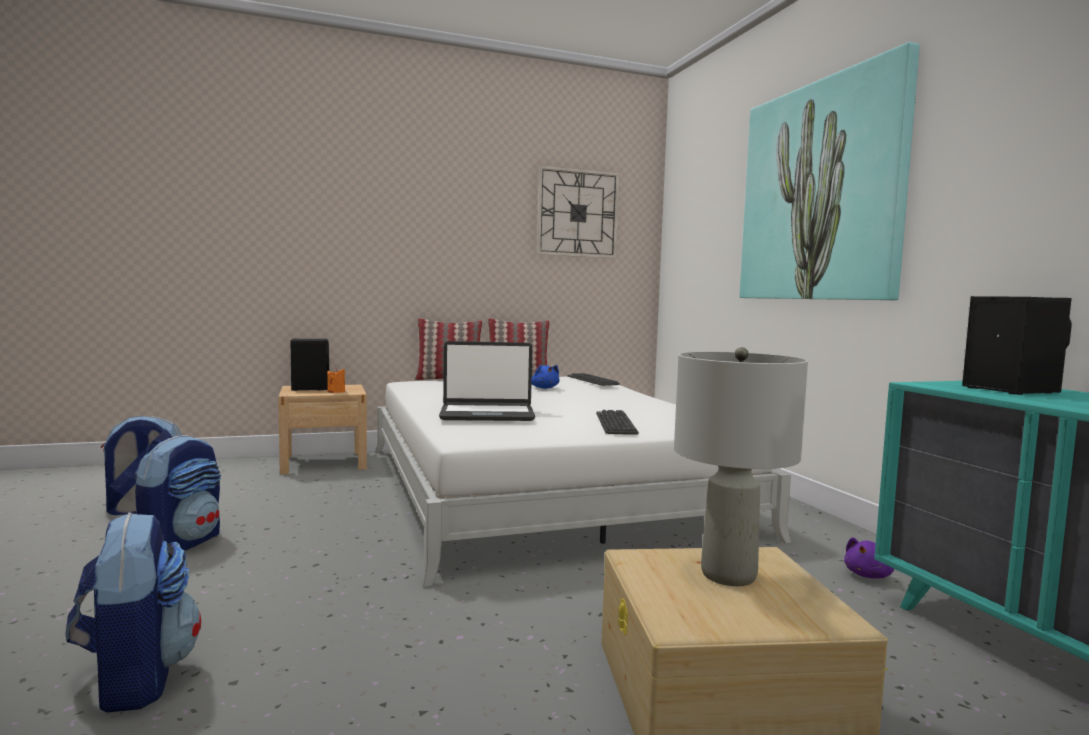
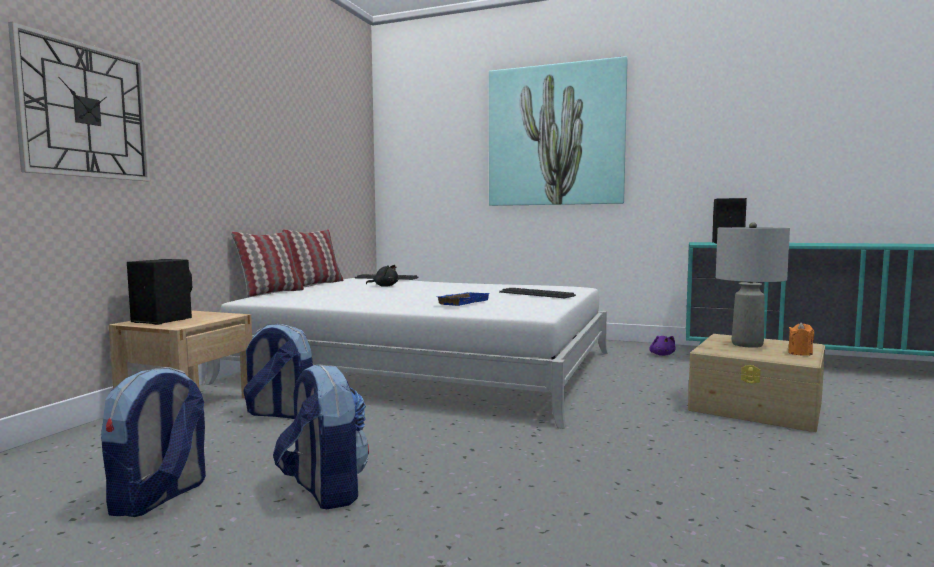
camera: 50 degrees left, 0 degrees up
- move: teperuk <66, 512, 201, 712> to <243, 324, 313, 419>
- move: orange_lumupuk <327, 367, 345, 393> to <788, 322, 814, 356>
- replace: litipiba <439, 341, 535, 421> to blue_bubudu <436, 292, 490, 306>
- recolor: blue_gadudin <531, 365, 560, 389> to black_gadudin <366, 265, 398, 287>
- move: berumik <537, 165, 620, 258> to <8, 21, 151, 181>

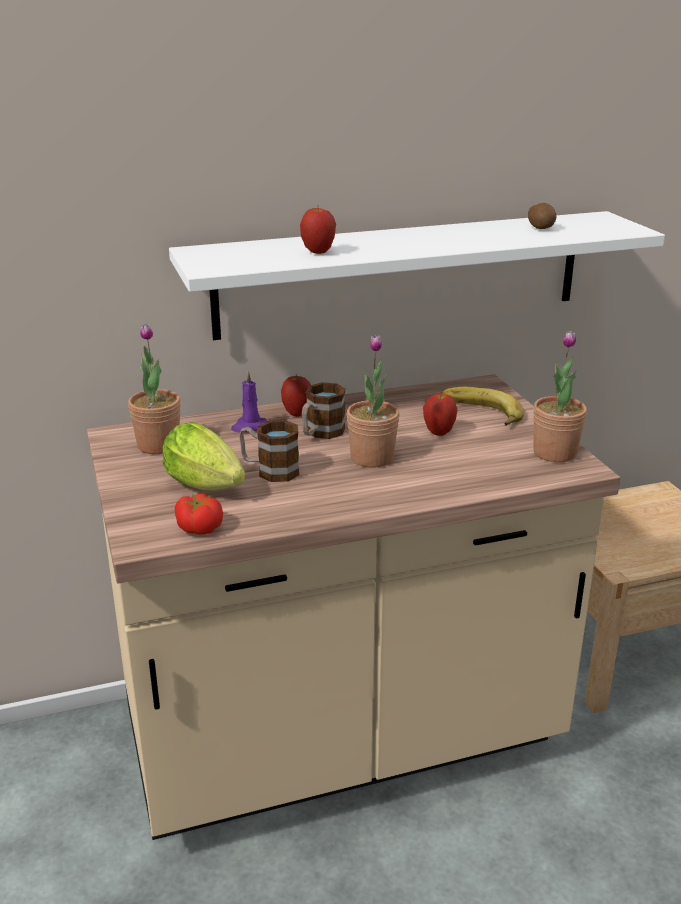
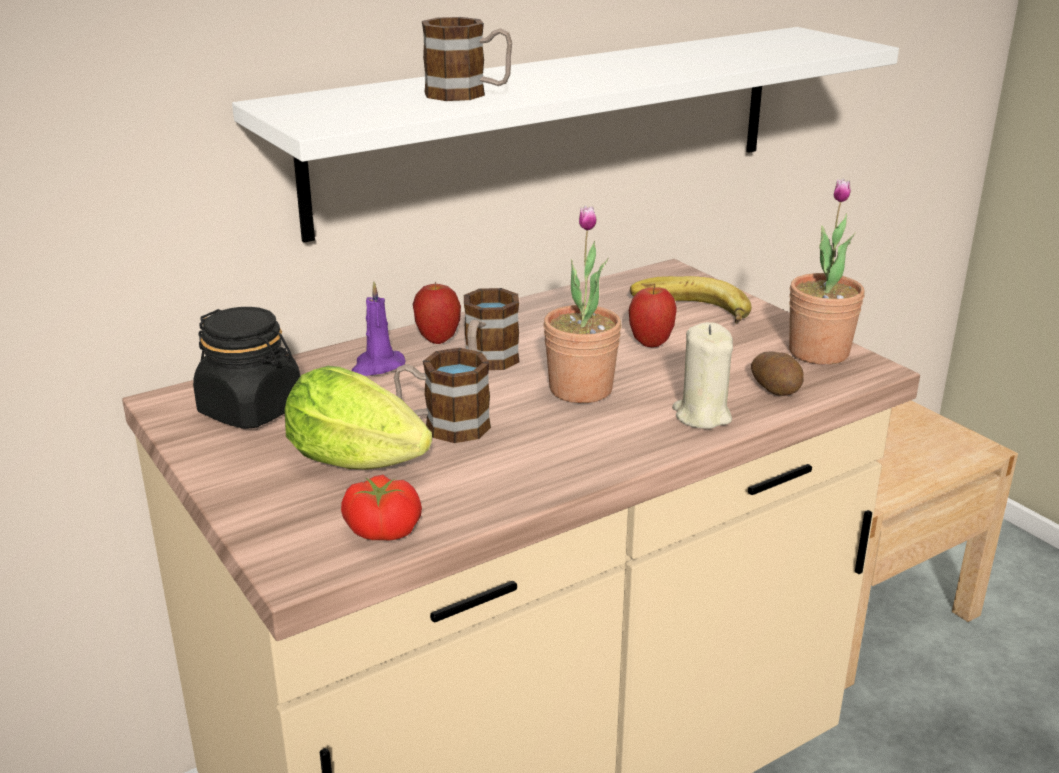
camera: 15 degrees left, 0 degrees up
- replace: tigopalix <128, 323, 180, 454> to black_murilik <193, 307, 300, 429>
- replace: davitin <300, 208, 336, 254> to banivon <422, 17, 512, 101>
- move: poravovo <528, 203, 557, 229> to <751, 352, 804, 396>
- insert: beige_lumupuk <672, 322, 733, 429>

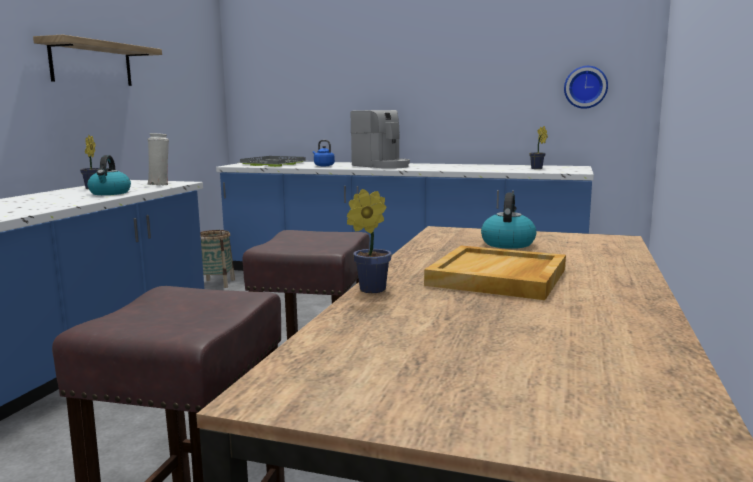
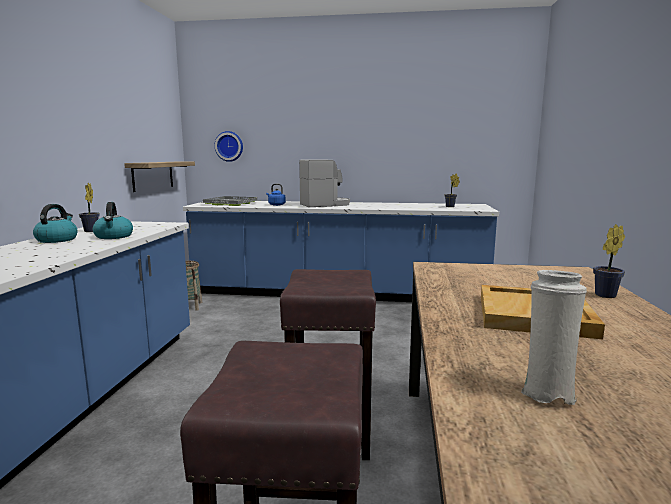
camera: 10 degrees left, 0 degrees up
- move: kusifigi <33, 35, 162, 86> to <124, 162, 195, 192>
- move: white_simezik <147, 133, 169, 186> to <521, 270, 587, 405>
- move: tigopalix <347, 189, 392, 293> to <593, 224, 625, 298>
- rotate: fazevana <351, 110, 410, 169> = <299, 160, 350, 207> 60 degrees counterclockwise
- move: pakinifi <481, 193, 537, 249> to <33, 204, 78, 243>
- move: berumik <564, 66, 608, 109> to <214, 131, 243, 162>

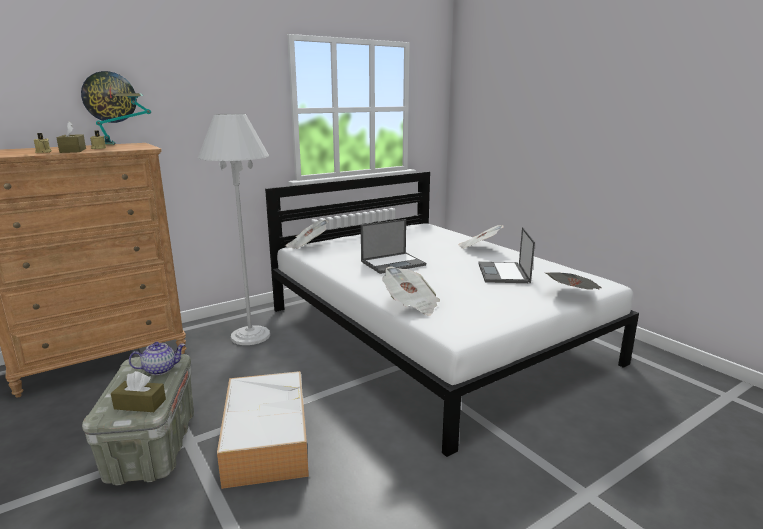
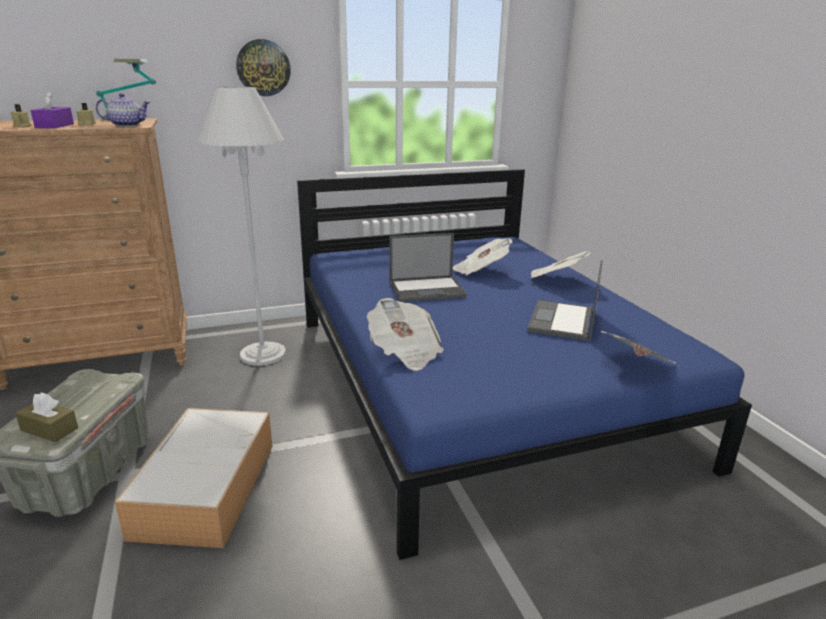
camera: 15 degrees right, 5 degrees up
- recolor: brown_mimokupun <57, 121, 86, 153> to purple_mimokupun <31, 91, 74, 128>
- move: berumik <81, 71, 137, 123> to <236, 39, 291, 96>
- move: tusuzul <129, 342, 185, 375> to <96, 93, 150, 127>
- recolor: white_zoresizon <265, 171, 639, 457> to blue_zoresizon <297, 169, 752, 560>
- move: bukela <286, 220, 329, 249> to <453, 238, 513, 275>

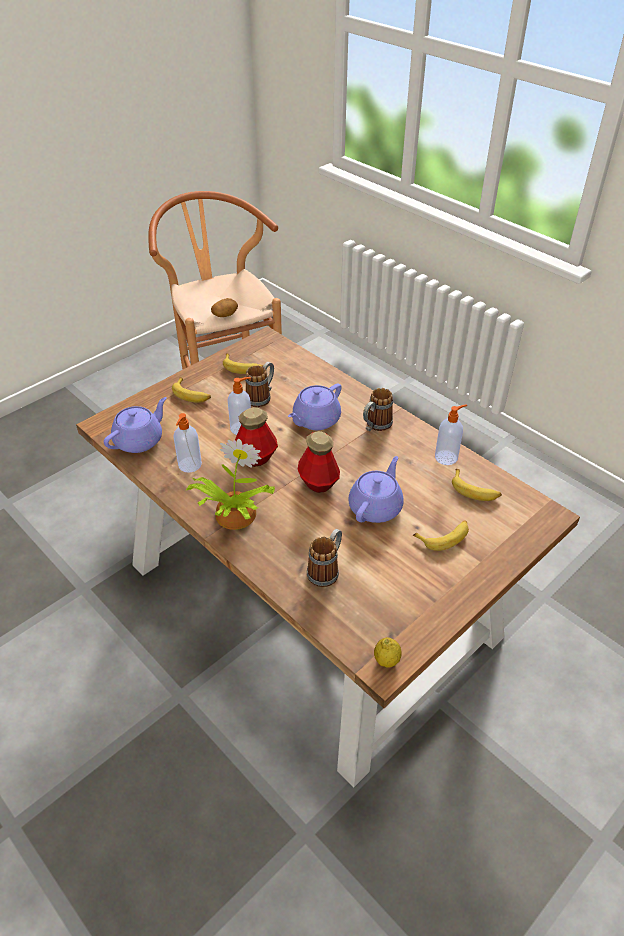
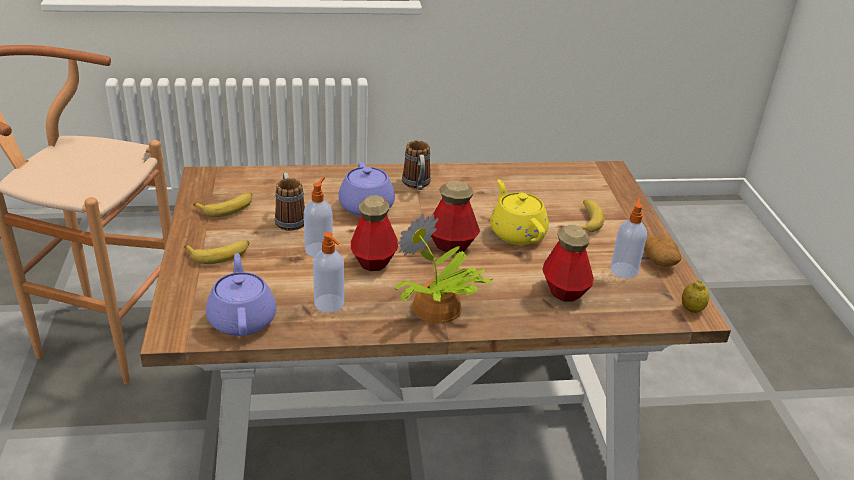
camera: 55 degrees left, 10 degrees down
- move: poravovo <211, 298, 238, 317> to <644, 236, 681, 267>
- replace: banivon <307, 529, 342, 587> to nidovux <542, 225, 594, 302>
- recolor: purple_tusuzul <348, 456, 404, 523> to yellow_tusuzul <490, 179, 549, 245>
- move: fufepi <435, 404, 467, 465> to <610, 197, 647, 278>
- delete: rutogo <452, 469, 502, 501>

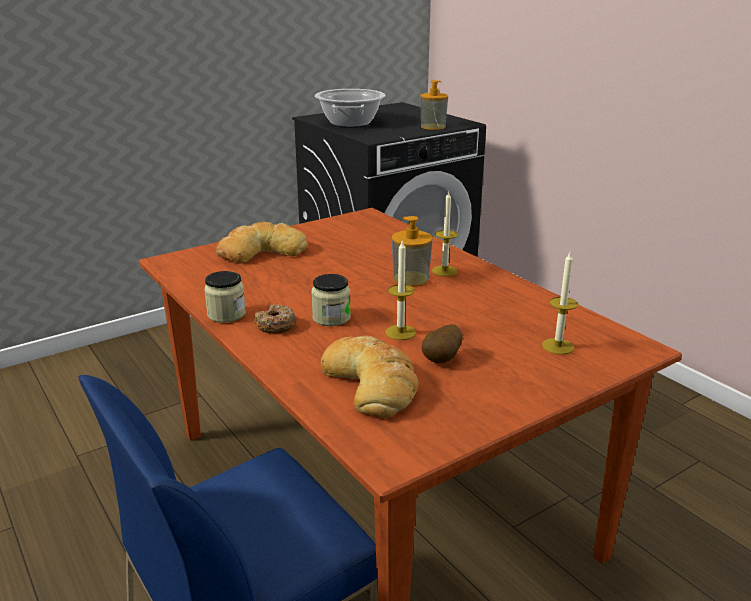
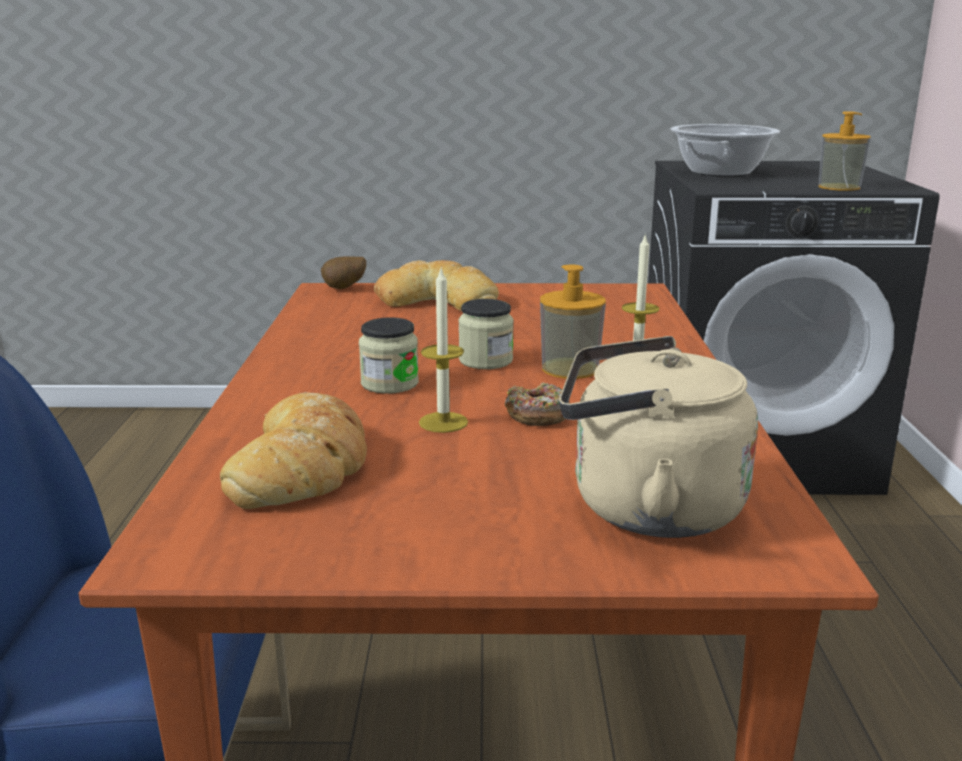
camera: 35 degrees right, 5 degrees down
- move: murilik <204, 271, 246, 323> to <458, 299, 514, 369>
- move: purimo <254, 305, 297, 334> to <505, 383, 569, 426>
- move: poravovo <422, 324, 463, 363> to <321, 257, 366, 289>
- replace: lumupuk <542, 252, 578, 355> to beige_pakinifi <559, 336, 758, 538>

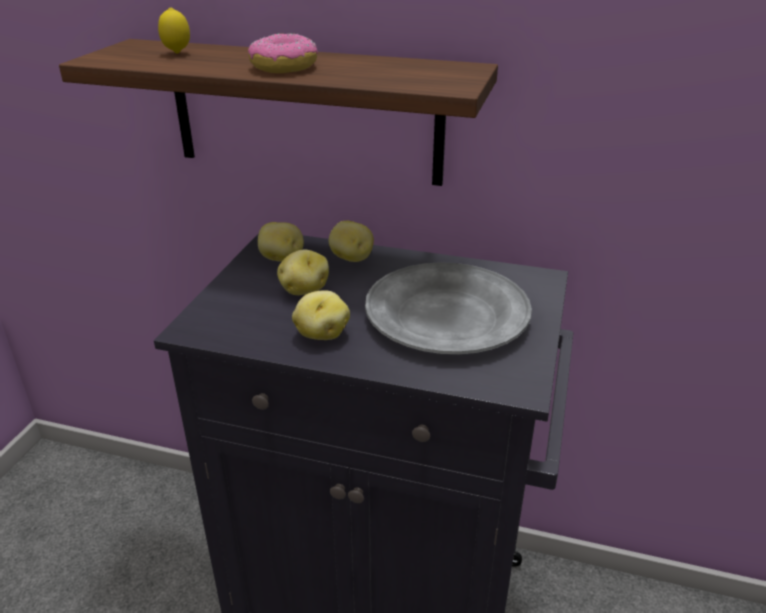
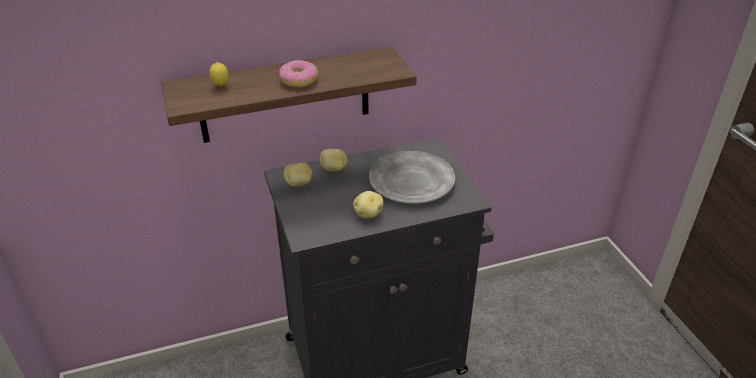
camera: 35 degrees left, 5 degrees up
- delete: poravovo <277, 249, 329, 295>

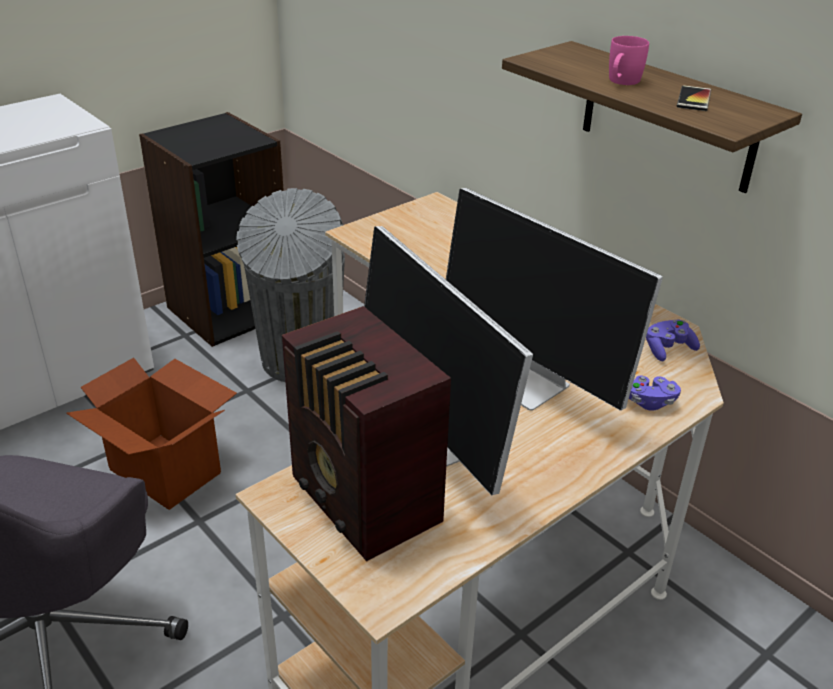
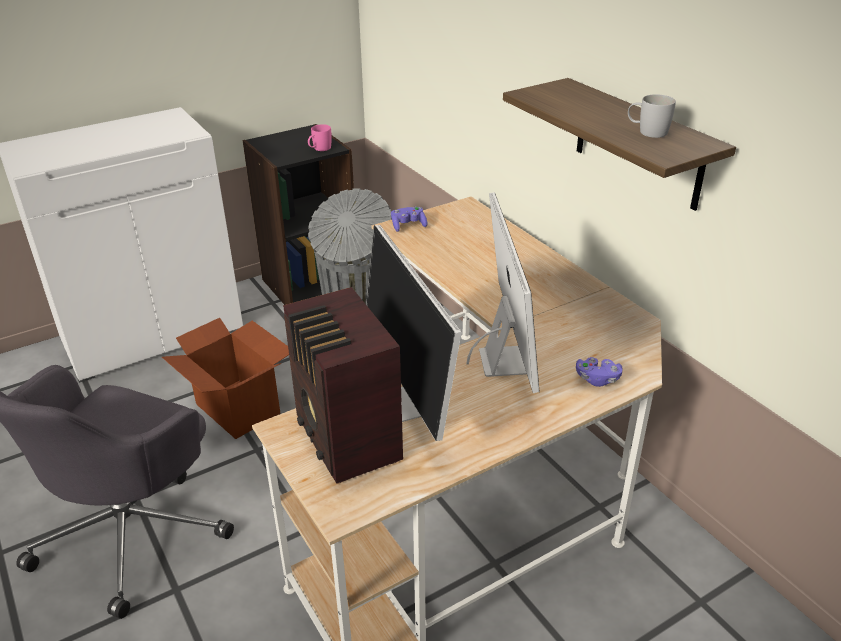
camera: 10 degrees right, 0 degrees up
- rotate: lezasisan <446, 188, 663, 411> = <466, 192, 540, 393> 150 degrees counterclockwise
- move: pink_banivon <609, 36, 649, 85> to <308, 124, 332, 151>
- move: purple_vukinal <646, 320, 700, 361> to <391, 207, 427, 232>
- replace: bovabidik <677, 85, 711, 111> to white_banivon <628, 94, 676, 138>

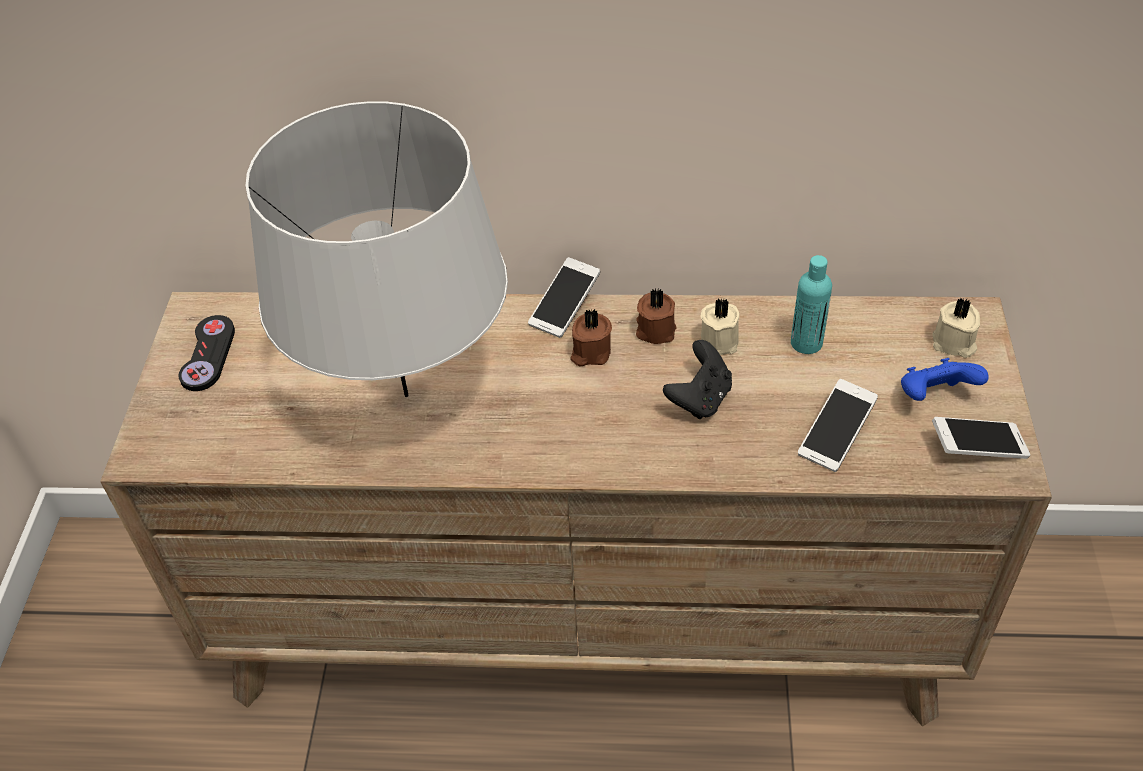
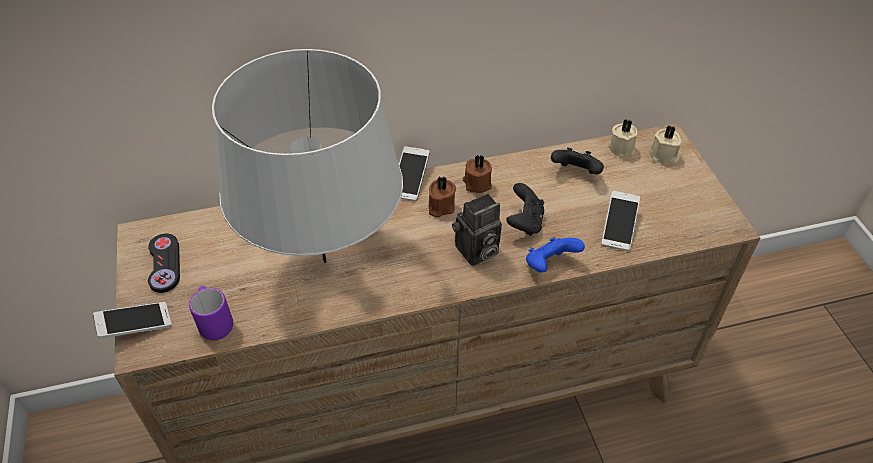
camera: 20 degrees left, 0 degrees up
- move: beige_lumupuk <700, 299, 740, 355> to <608, 119, 638, 158>
- replace: turquoise_nidovux <791, 255, 832, 354> to black_vukinal <551, 148, 604, 175>
- move: blue_vukinal <901, 358, 989, 401> to <526, 237, 585, 273>
- move: bovabidik <932, 417, 1031, 459> to <93, 302, 172, 339>
- insert: purple_banivon <189, 286, 233, 340>
- insert: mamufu <452, 193, 502, 266>

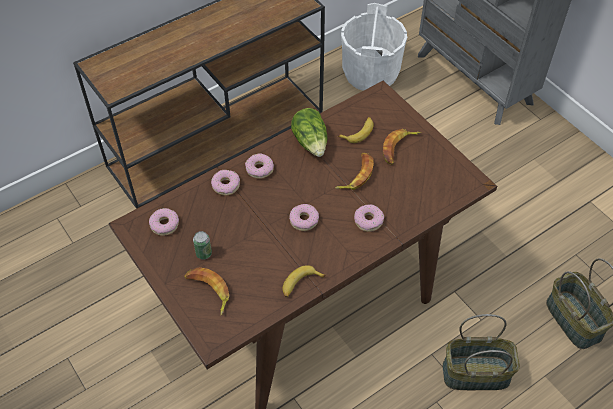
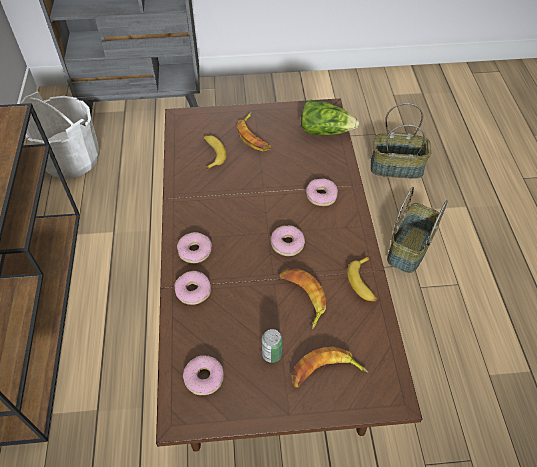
camera: 60 degrees left, 0 degrees up
- move: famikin <291, 108, 327, 157> to <301, 100, 359, 135>
- move: rutogo <335, 153, 374, 190> to <279, 268, 326, 329>

